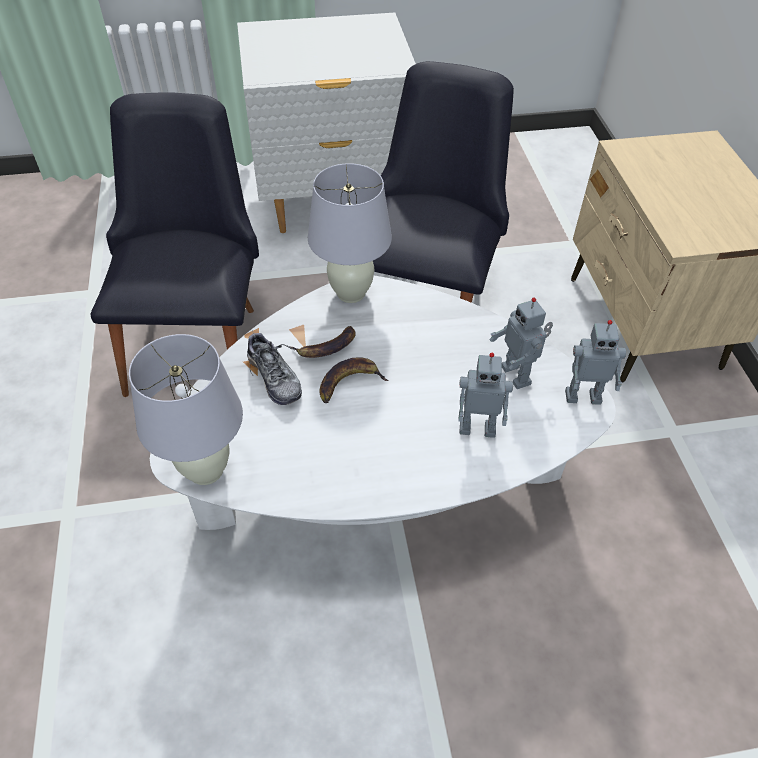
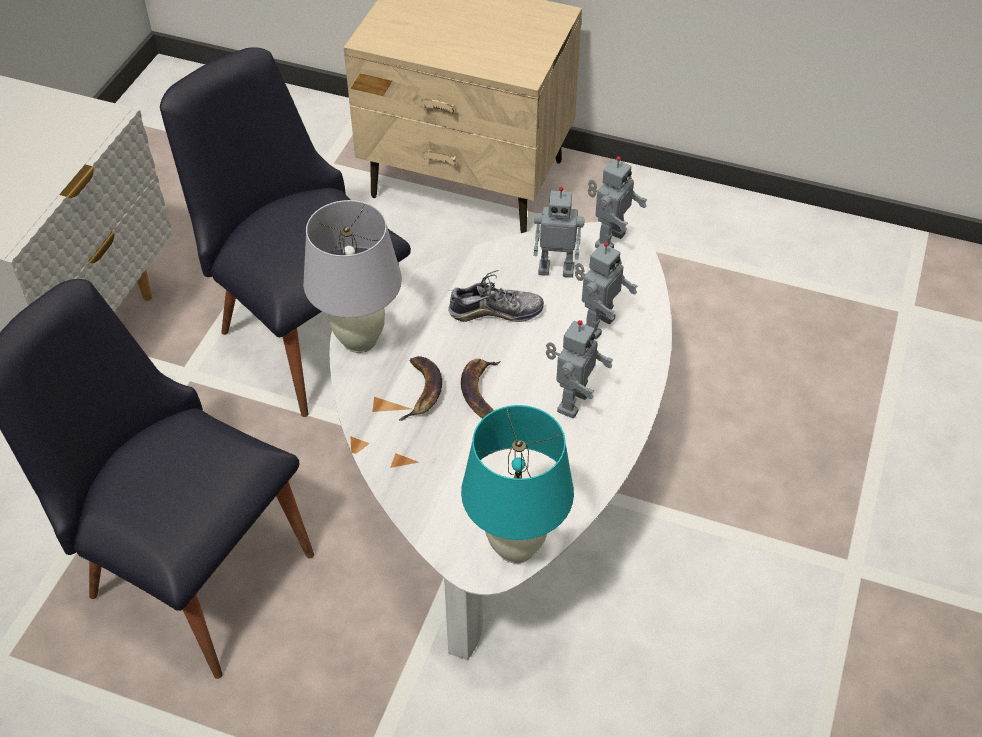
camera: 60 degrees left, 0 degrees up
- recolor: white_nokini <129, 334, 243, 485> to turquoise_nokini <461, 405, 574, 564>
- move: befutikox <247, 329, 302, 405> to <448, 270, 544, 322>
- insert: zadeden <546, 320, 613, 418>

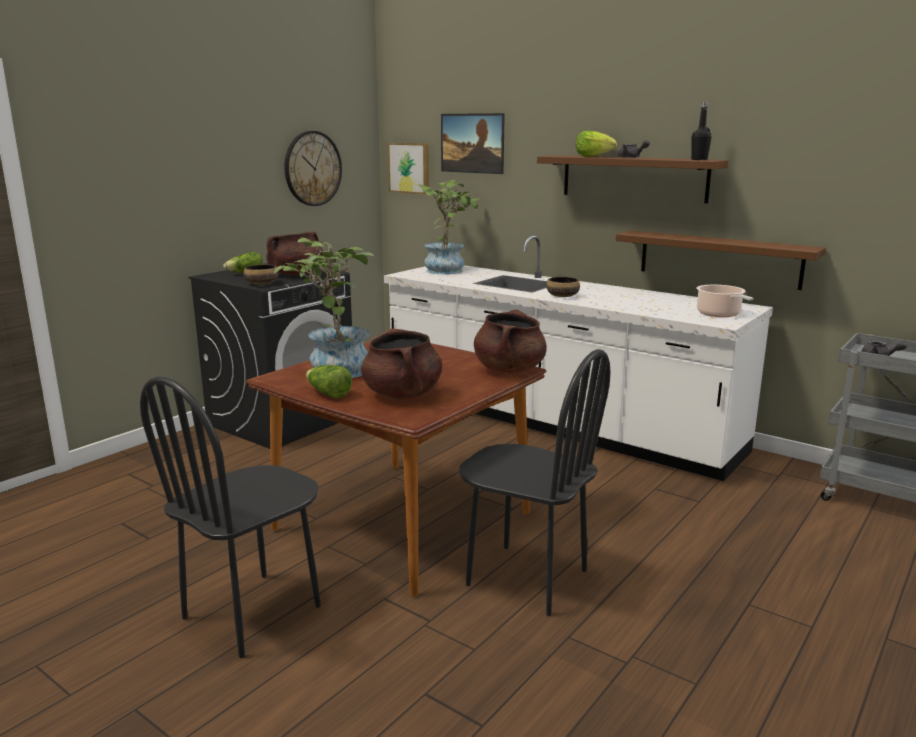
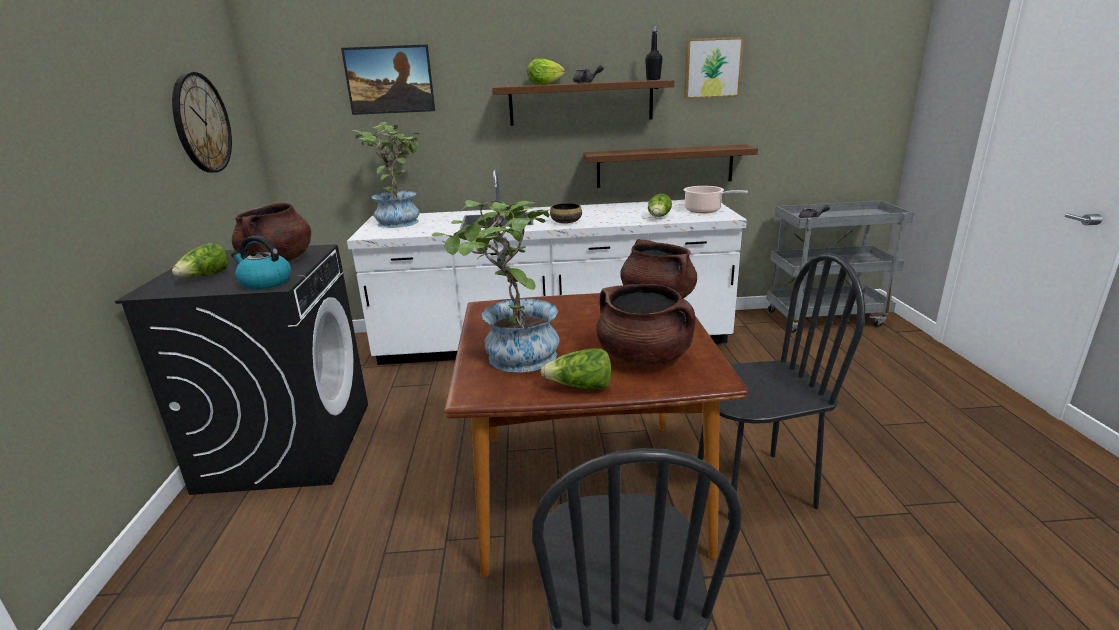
camera: 40 degrees left, 5 degrees up
- replace: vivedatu <243, 265, 279, 285> to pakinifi <231, 236, 291, 290>
- move: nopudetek <388, 143, 429, 194> to <684, 37, 744, 99>
- insert: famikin <648, 194, 672, 217>

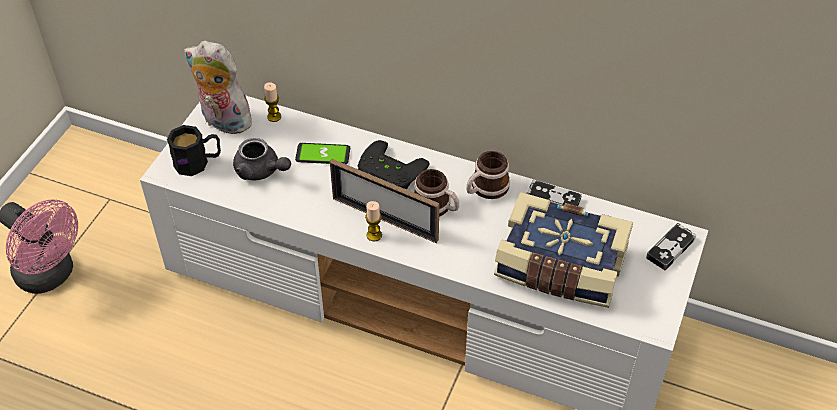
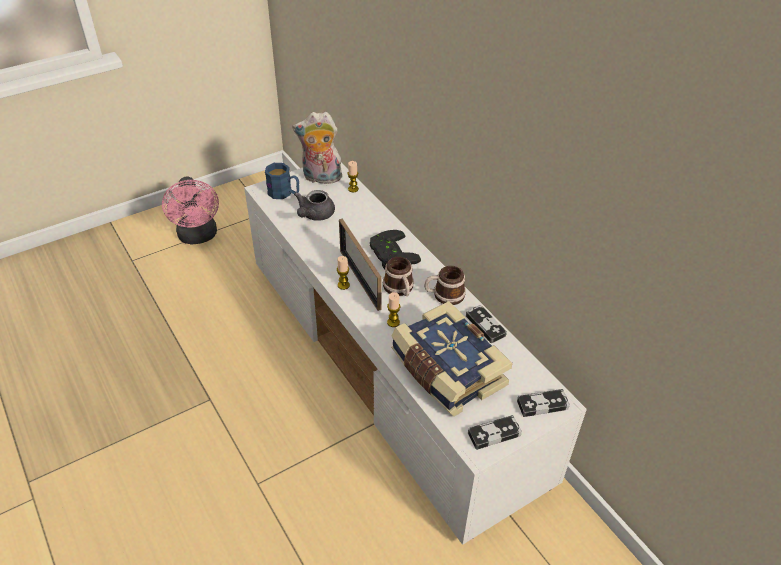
camera: 35 degrees right, 5 degrees down
- recolor: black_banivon <167, 125, 221, 176> to blue_banivon <265, 163, 299, 199>
- rotate: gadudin <184, 41, 252, 134> = <292, 112, 342, 184> 60 degrees counterclockwise
- rotate: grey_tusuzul <233, 138, 291, 180> = <294, 190, 335, 221> 45 degrees clockwise
- delete: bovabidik <295, 143, 350, 164>
- insert: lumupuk <387, 292, 400, 327>
- insert: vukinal <468, 415, 522, 450>

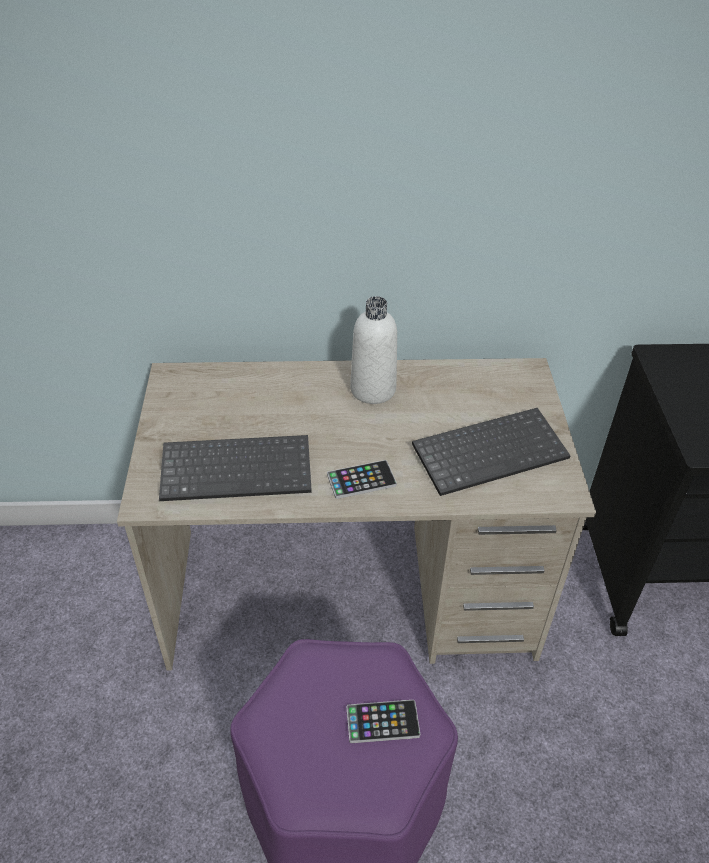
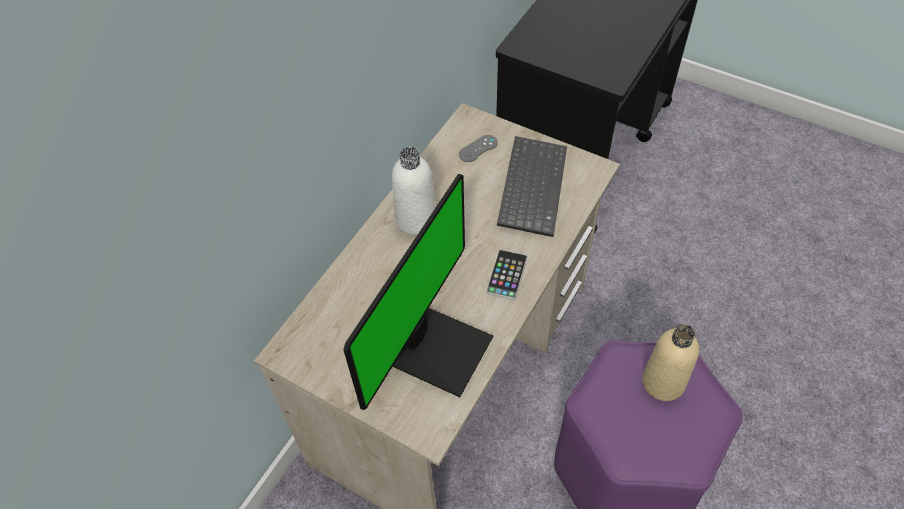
camera: 55 degrees left, 10 degrees up
- replace: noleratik <159, 435, 312, 501> to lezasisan <343, 174, 493, 410>
- replace: bovabidik <346, 700, 420, 743> to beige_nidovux <642, 324, 699, 401>
- insert: grey_vukinal <459, 135, 498, 162>

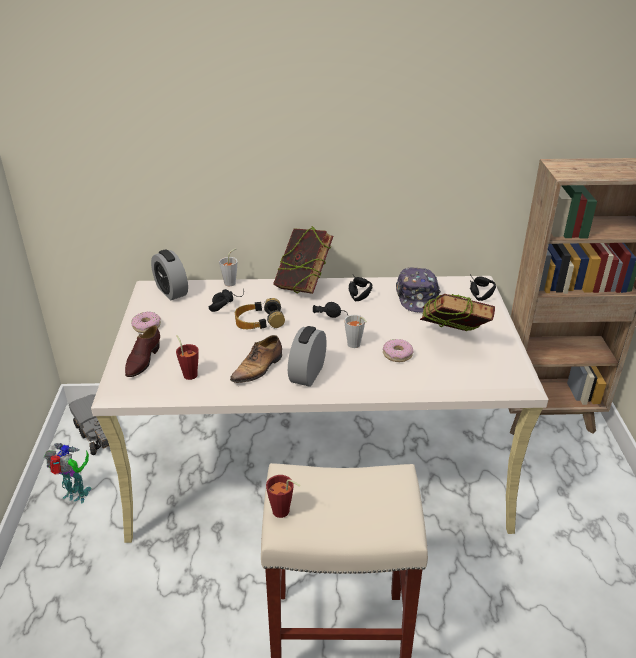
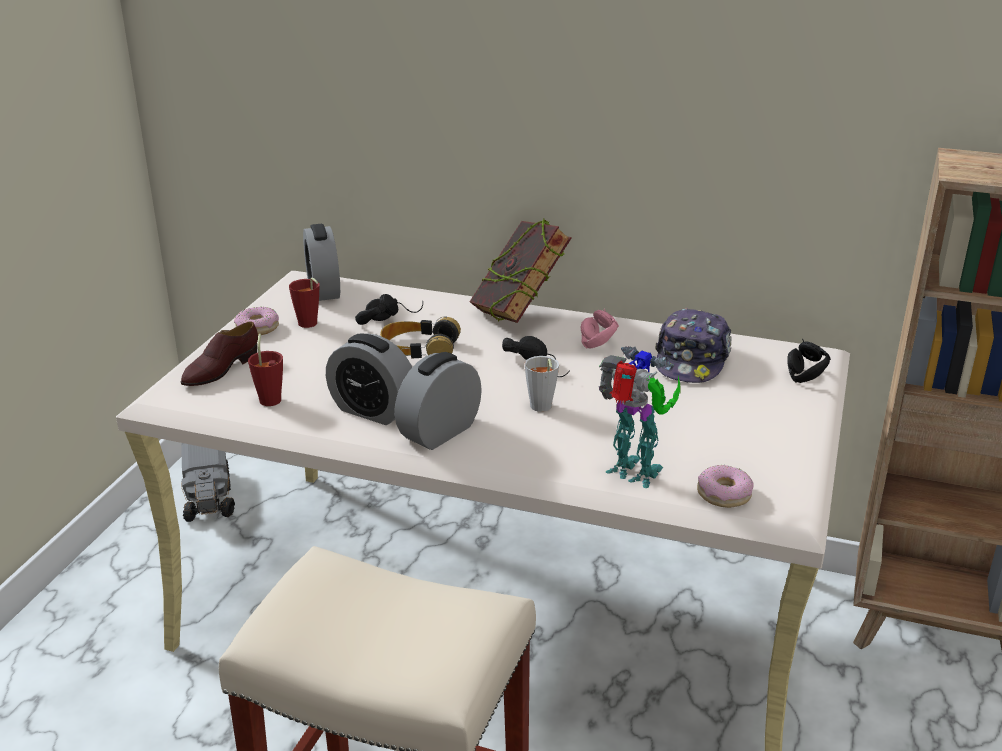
camera: 20 degrees right, 5 degrees down
- move: zadeden <44, 443, 91, 503> to <599, 346, 680, 488>
- delete: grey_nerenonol <219, 248, 238, 286>
- replace: befutikox <230, 335, 282, 383> to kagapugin <326, 333, 412, 425>
- move: red_nerenonol <266, 475, 300, 518> to <289, 278, 319, 328>
- recolor: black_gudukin <348, 275, 373, 301> to pink_gudukin <581, 309, 619, 349>
- move: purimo <383, 339, 413, 362> to <697, 465, 753, 508>
- delete: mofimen <420, 294, 495, 331>

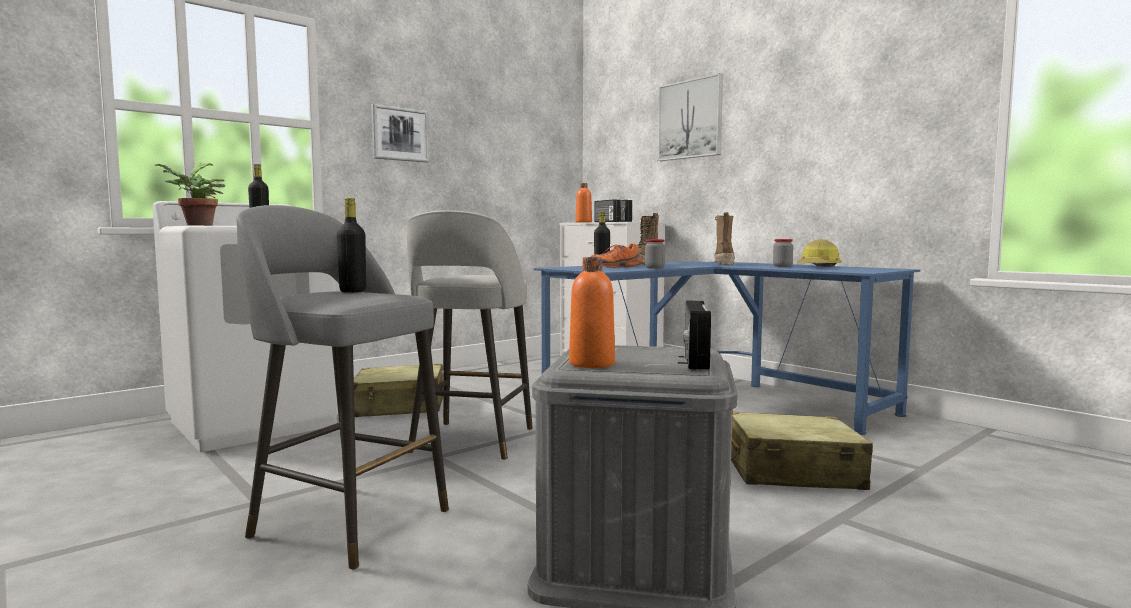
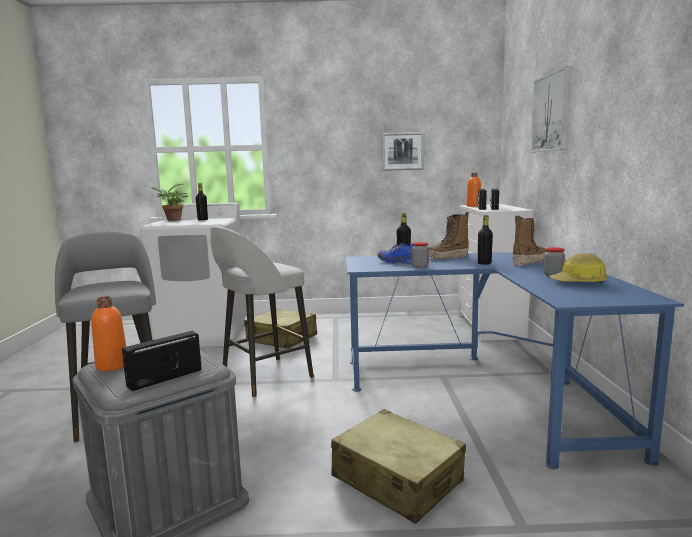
camera: 40 degrees right, 5 degrees up
- move: black_nidovux <337, 198, 366, 293> to <478, 215, 493, 265>
- move: nopudetek <371, 103, 429, 163> to <382, 132, 424, 171>
- recolor: orange_befutikox <591, 243, 642, 268> to blue_befutikox <378, 243, 413, 264>

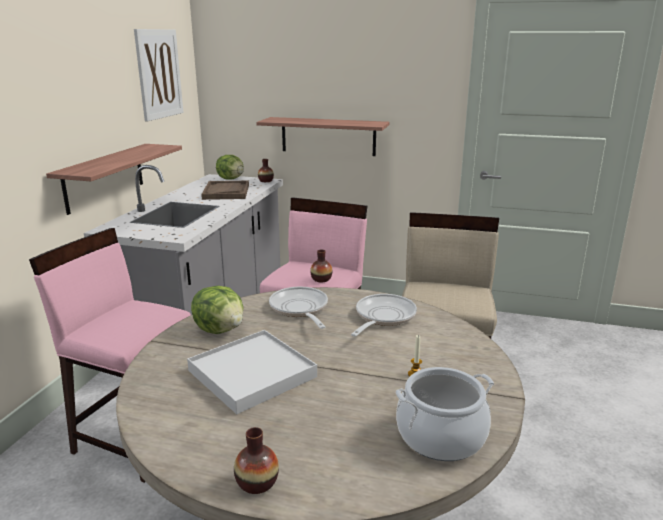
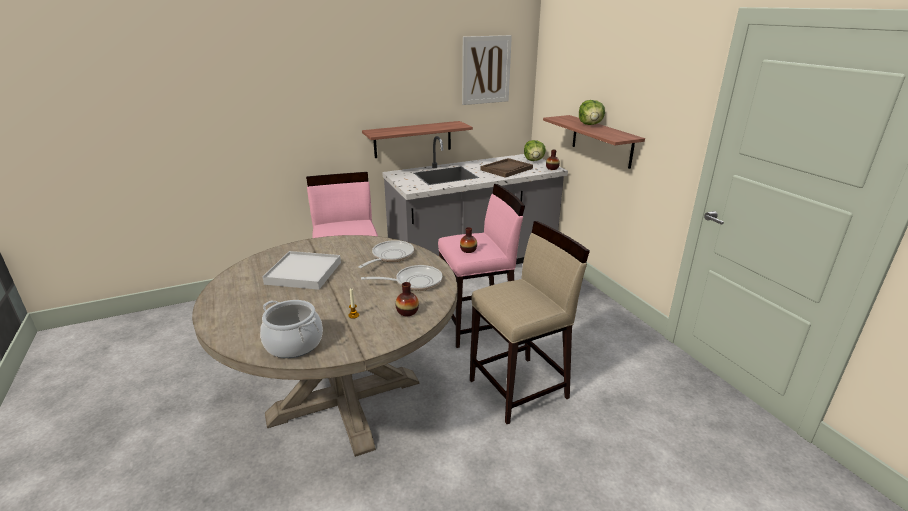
camera: 50 degrees right, 5 degrees up
- move: famikin <191, 286, 243, 334> to <579, 100, 605, 125>
- move: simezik <234, 427, 279, 494> to <395, 282, 419, 316>

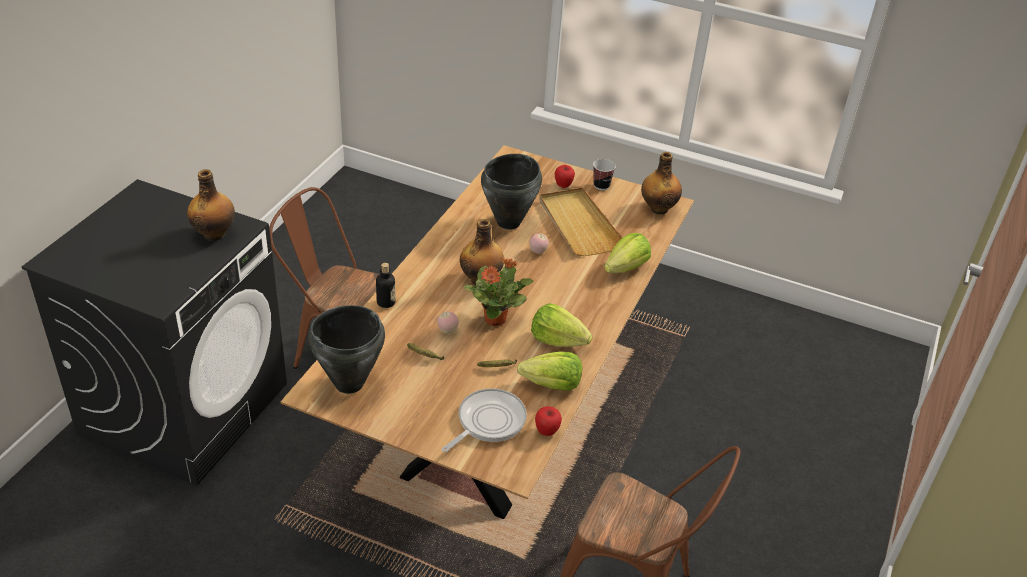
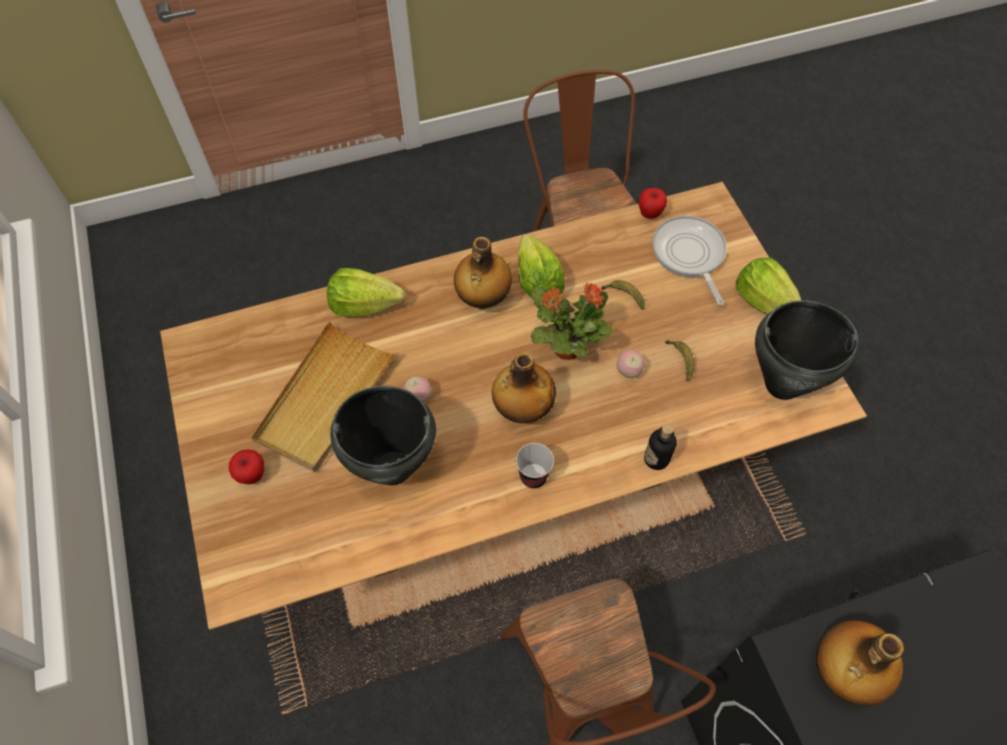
camera: 130 degrees left, 20 degrees up
- rotate: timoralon <442, 388, 527, 452> = <652, 216, 727, 305> 75 degrees clockwise
- move: famikin <517, 351, 582, 391> to <736, 257, 801, 314>
- move: nerenonol <593, 159, 616, 190> to <516, 443, 554, 488>
- move: nidovux <641, 152, 682, 214> to <454, 237, 512, 309>

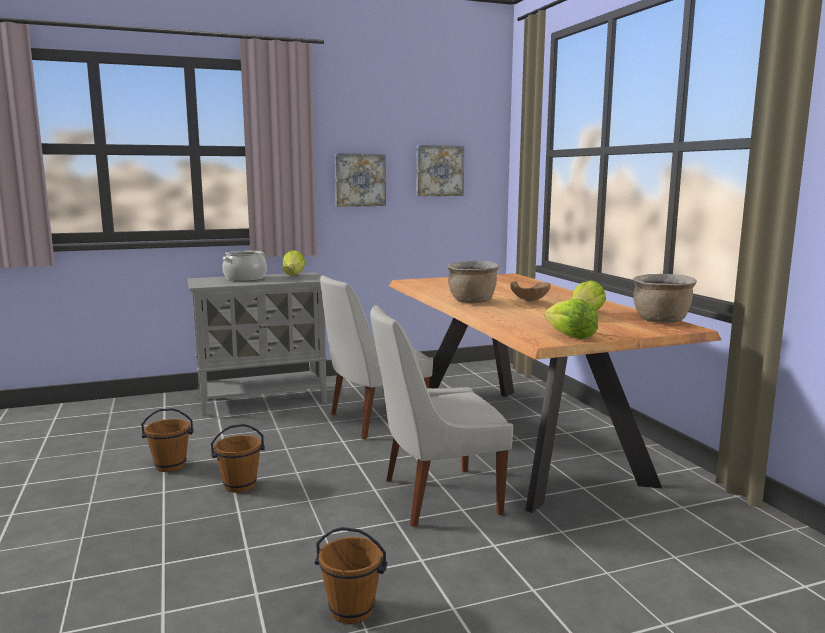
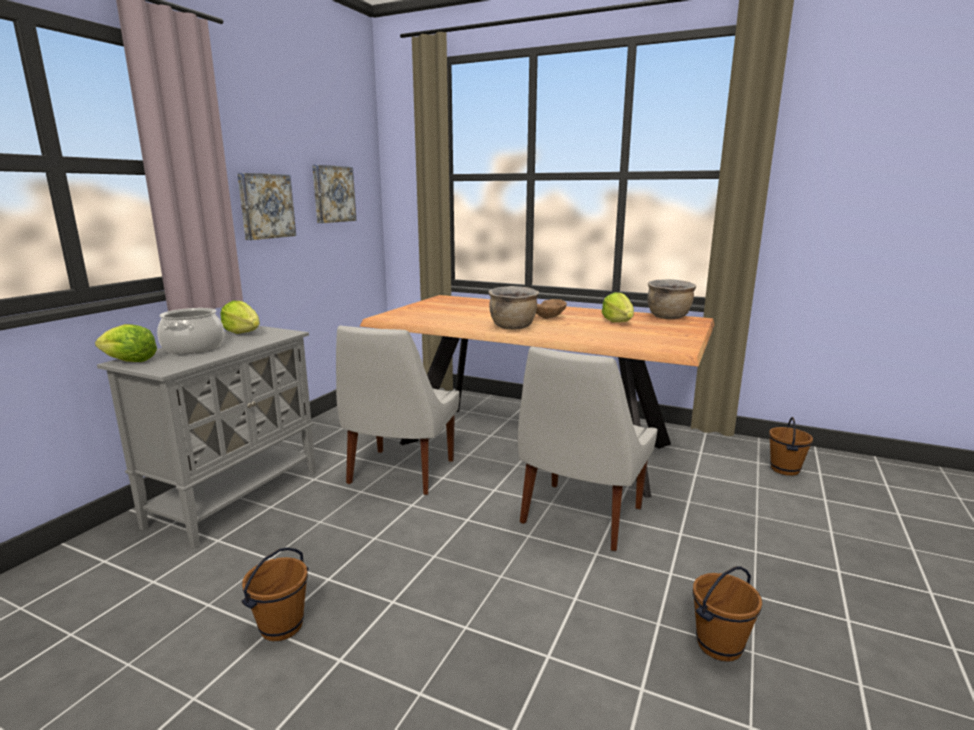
camera: 45 degrees left, 5 degrees up
- move: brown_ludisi <211, 424, 265, 493> to <769, 417, 813, 476>
- move: famikin <544, 299, 598, 339> to <95, 324, 157, 362>

